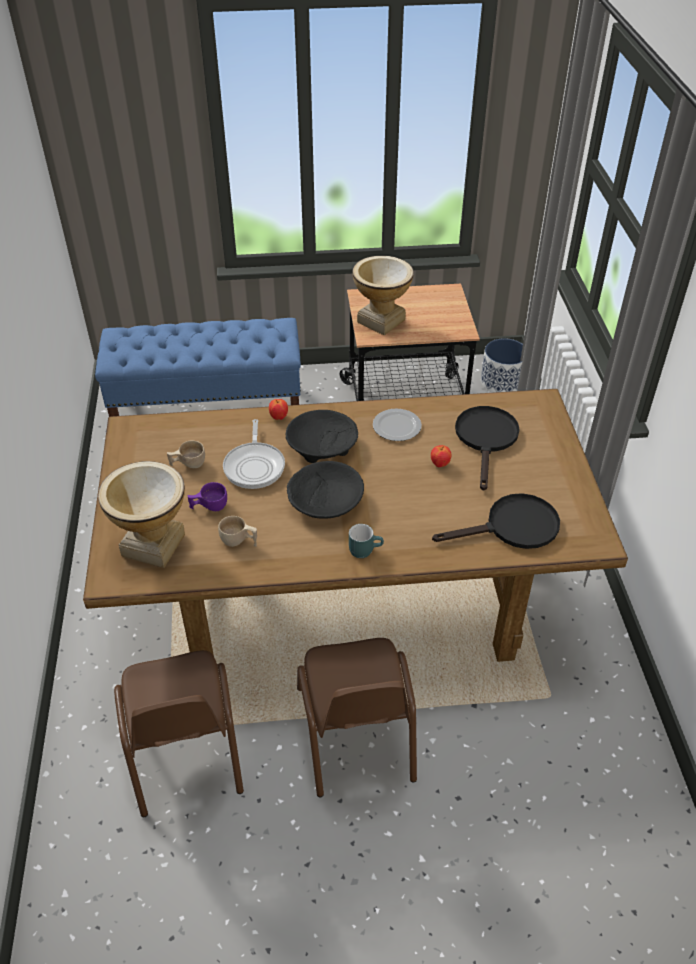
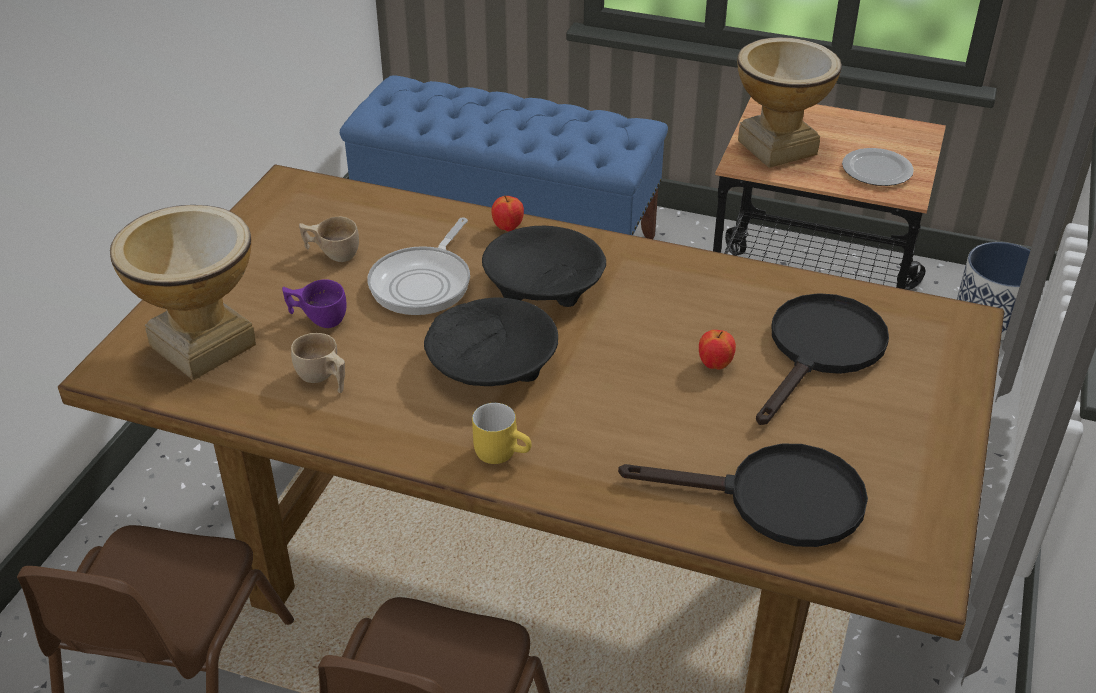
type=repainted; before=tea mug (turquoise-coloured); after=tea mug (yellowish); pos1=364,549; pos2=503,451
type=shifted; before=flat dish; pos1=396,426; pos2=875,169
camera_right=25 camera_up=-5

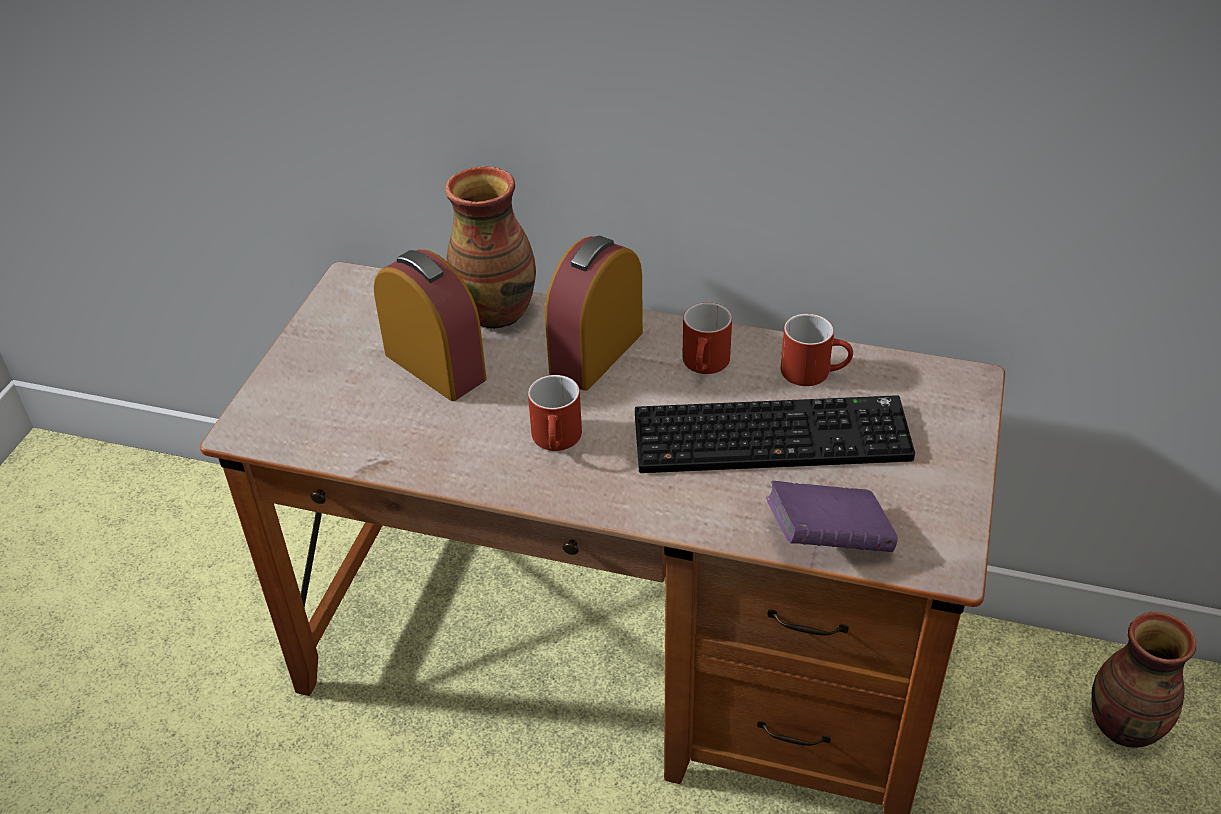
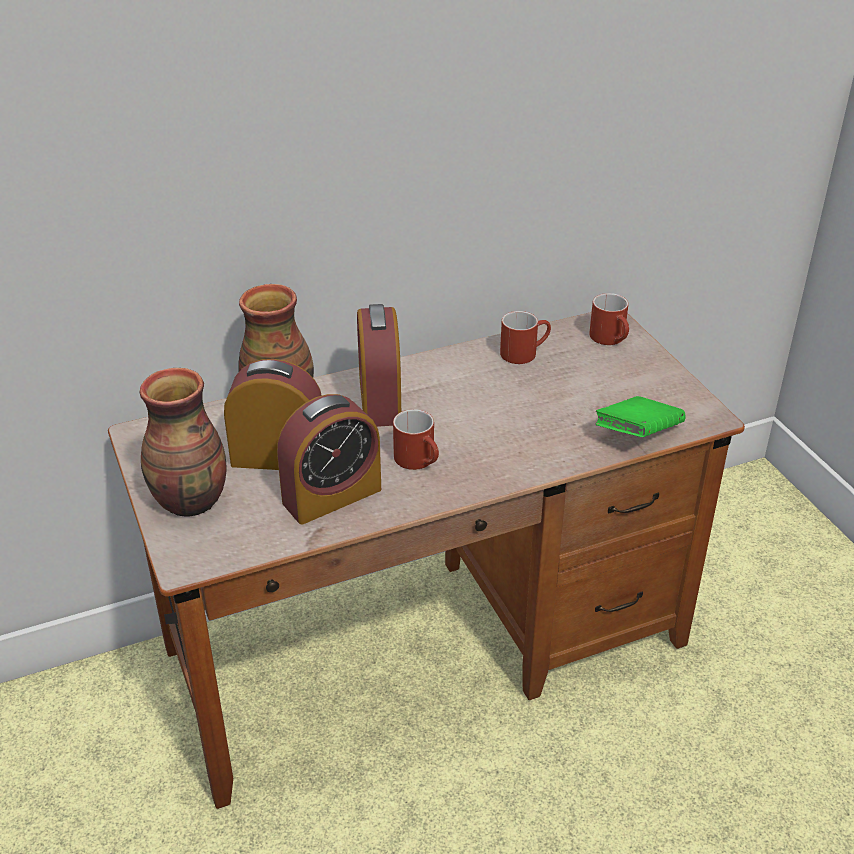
type=gone; before=computer keyboard; pos1=773,435
type=shifted; before=tea mug (reddish); pos1=706,365; pos2=611,339
type=repainted; before=book (purple-coloured); after=book (greenish); pos1=828,538; pos2=637,434
type=shifted; before=decorative vase; pos1=1125,727; pos2=192,501
type=new; after=bedside clock; pos2=332,496
camera_right=-40 camera_up=-5

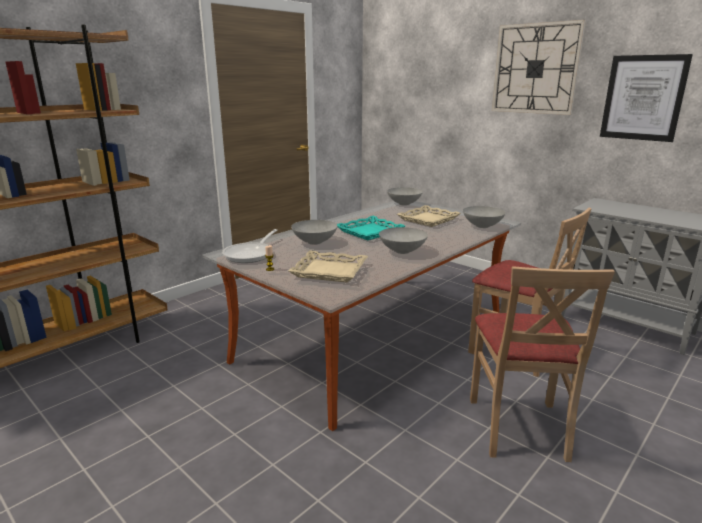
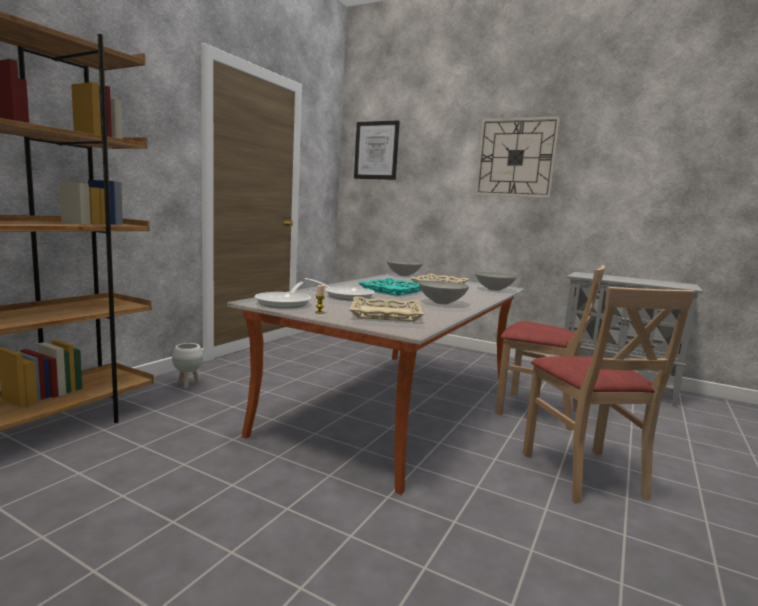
type=swapped; before=deep dish (greyish); after=frying pan; pos1=315,242; pos2=345,296
type=shifted; before=wall art; pos1=643,98; pos2=376,150
type=new; after=plant pot (white-coloured); pos2=188,384
camera_right=-15 camera_up=-10

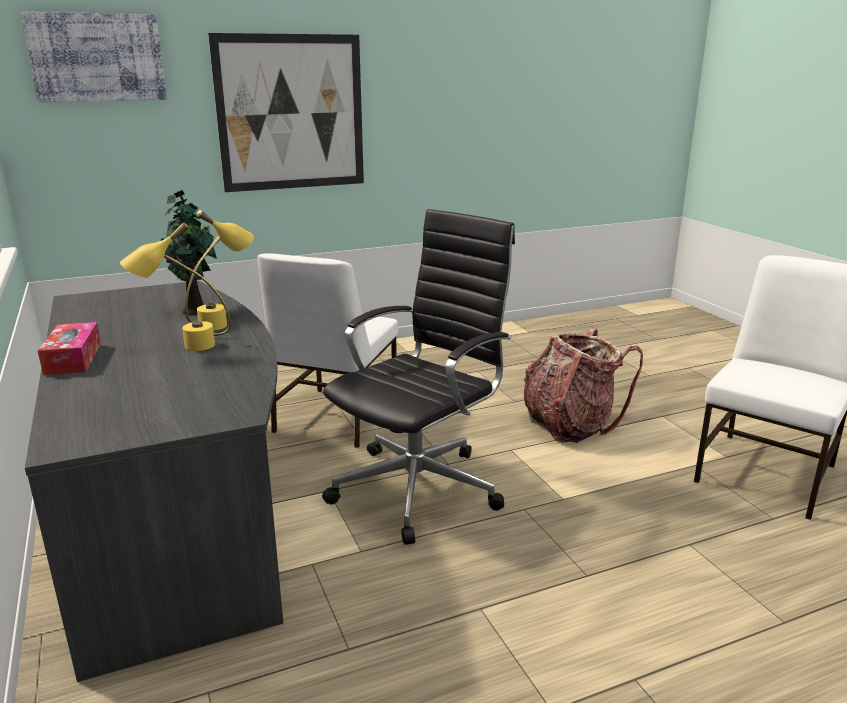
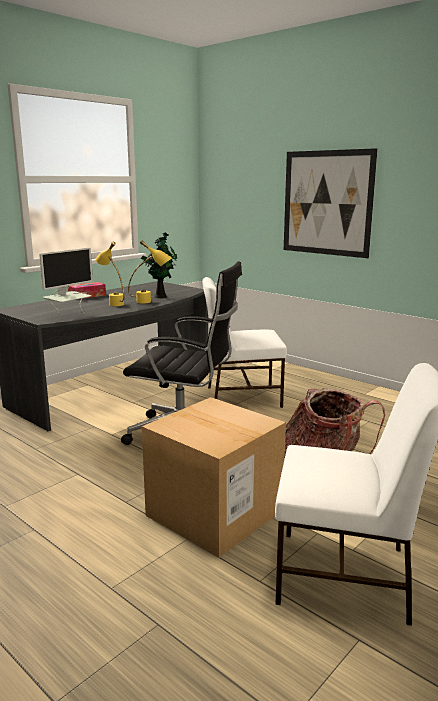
type=gone; before=wall art; pos1=97,57
type=new; after=computer screen; pos2=69,316
type=new; after=carton; pos2=214,513
camera_right=65 camera_up=-5

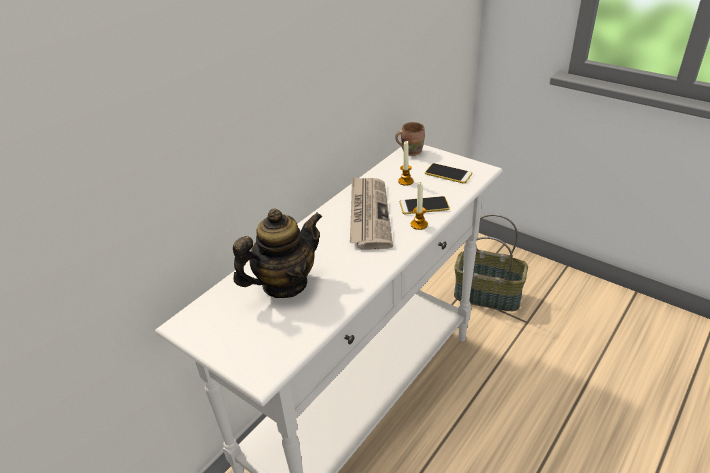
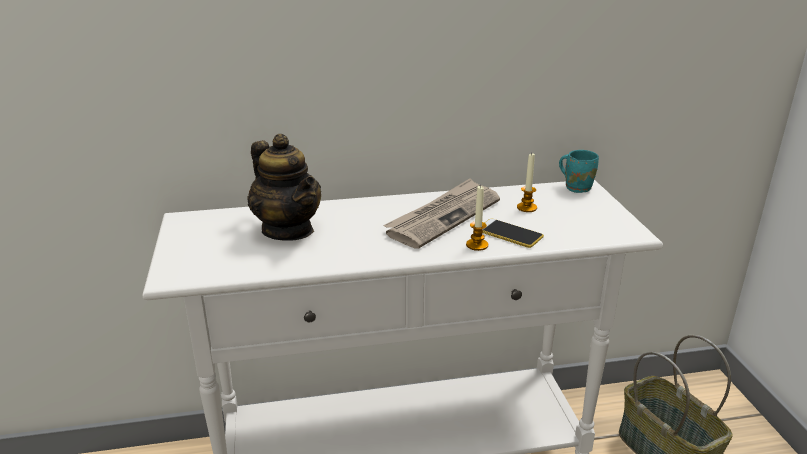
type=rotated; before=pot for tea; pos1=284,284; pos2=288,230; turn=45
type=repainted; before=tea mug (brownish); after=tea mug (turquoise-coloured); pos1=410,151; pos2=577,187
type=gone; before=handset; pos1=448,174
camera_right=40 camera_up=-10

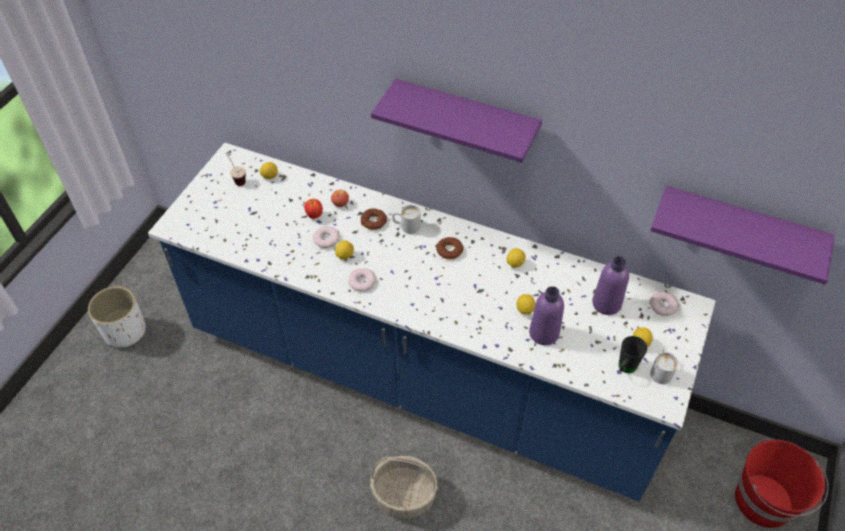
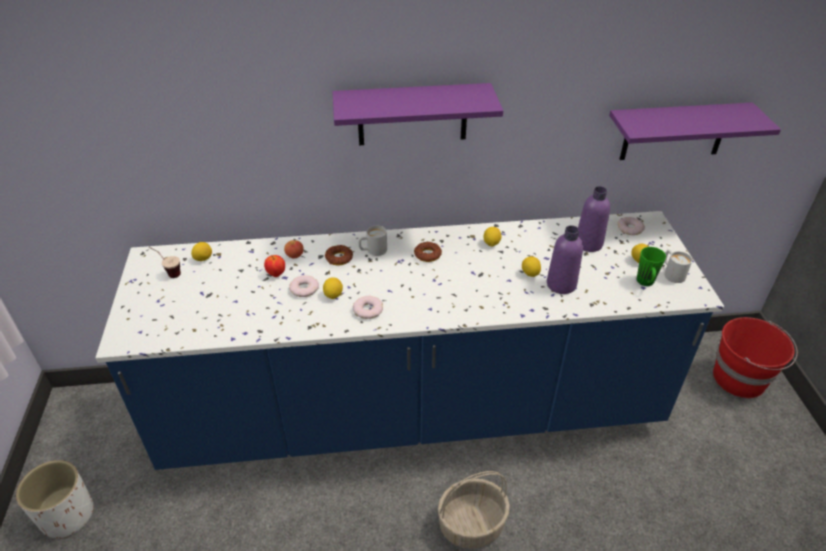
type=repainted; before=tea mug (black-coloured); after=tea mug (greenish); pos1=624,369; pos2=645,284
camera_right=-30 camera_up=-10

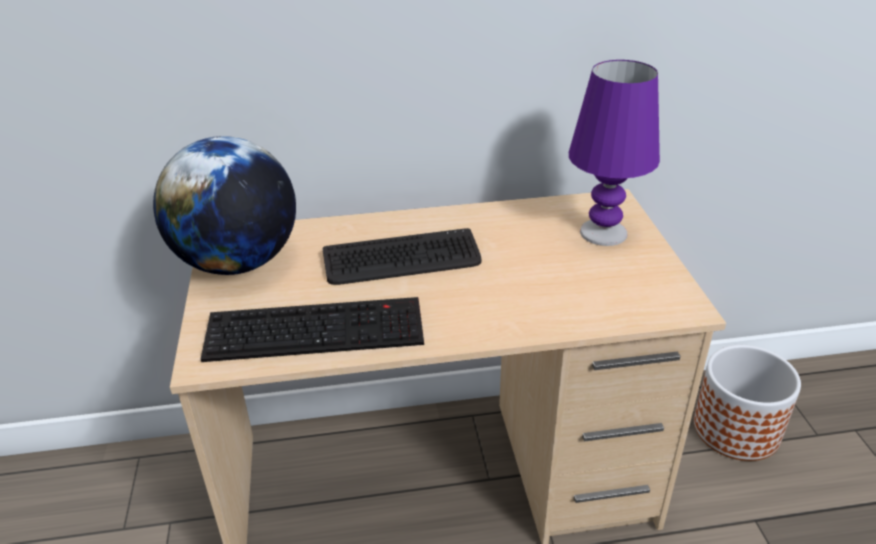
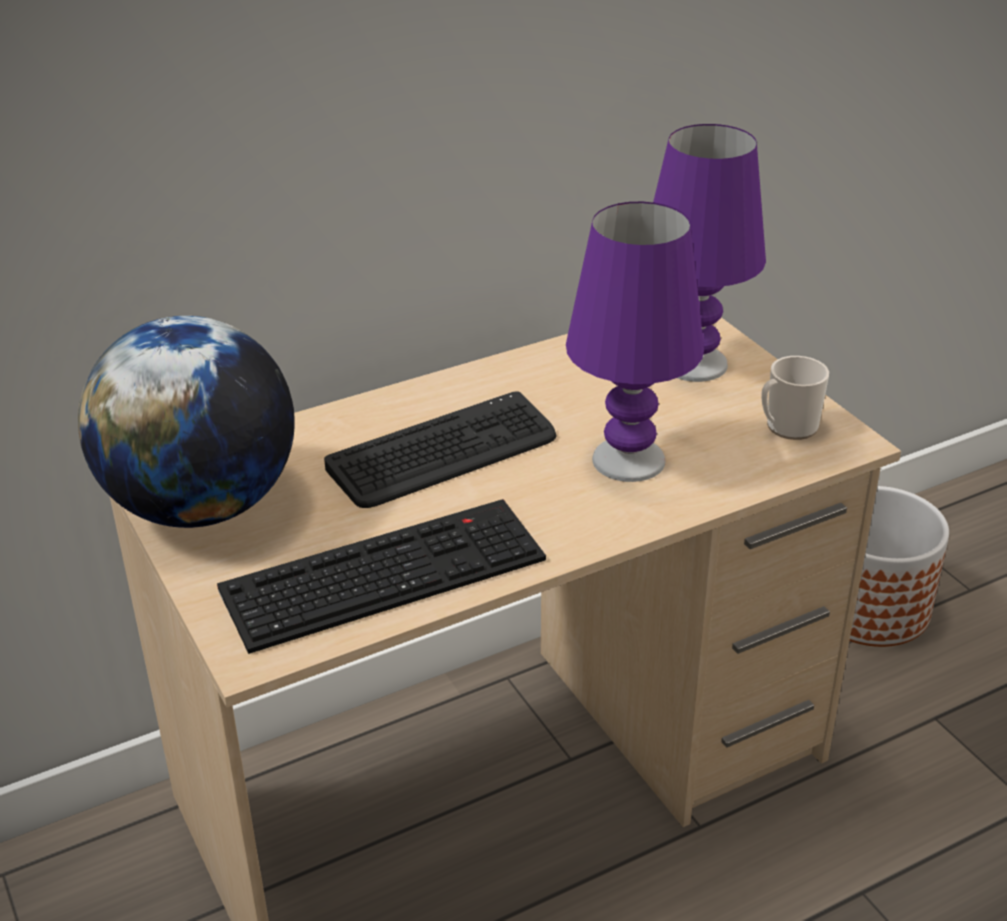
type=new; after=lamp for a table (purple-coloured); pos2=629,460
type=new; after=tea mug; pos2=787,427
camera_right=-20 camera_up=0

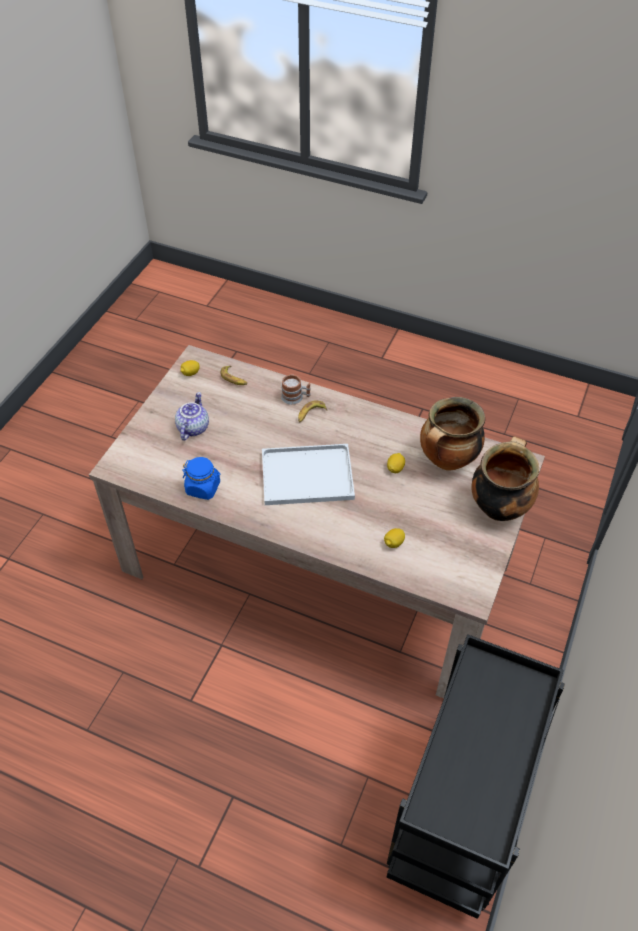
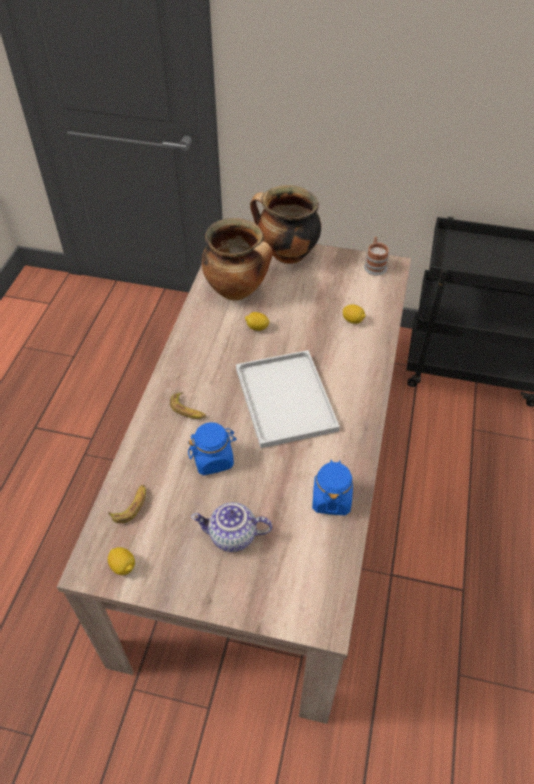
type=shifted; before=tea mug; pos1=296,397; pos2=374,265
type=new; after=preserve jar (bluish); pos2=213,459
camera_right=-100 camera_up=0

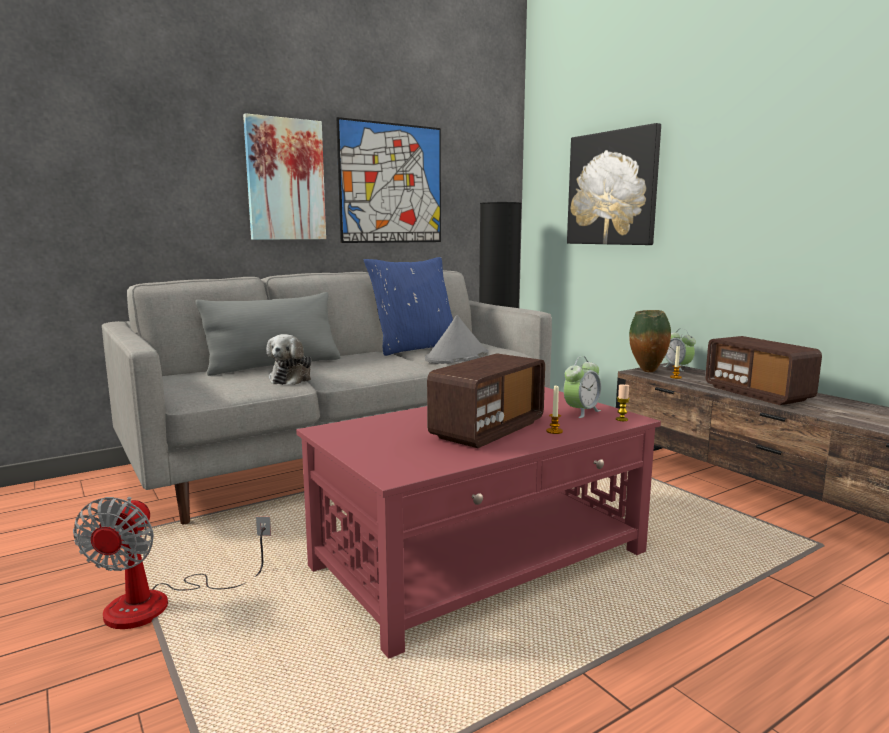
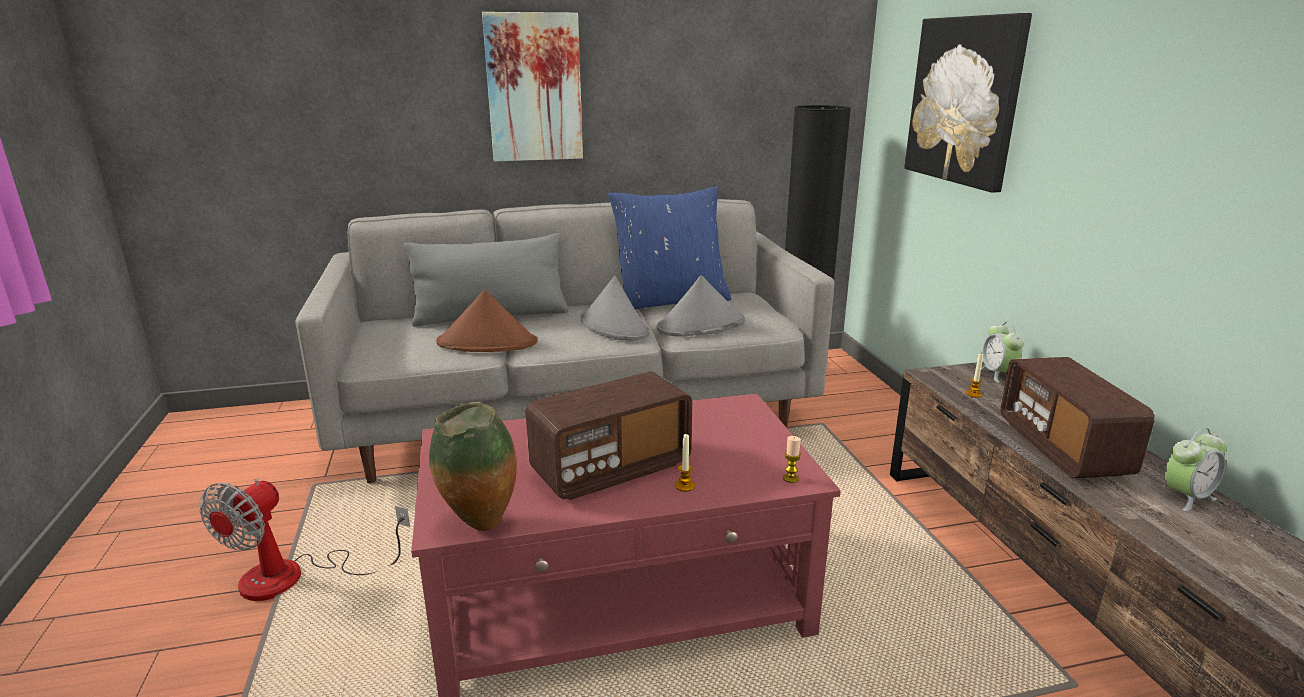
type=swapped; before=cuddly toy; after=hat (brownish); pos1=292,379; pos2=488,343
type=gone; before=wall art; pos1=391,184
type=shifted; before=bedside clock; pos1=581,412; pos2=1186,497
type=shifted; before=decorative vase; pos1=647,372; pos2=480,527
type=new; after=hat (greyish); pos2=614,326
camera_right=20 camera_up=10

